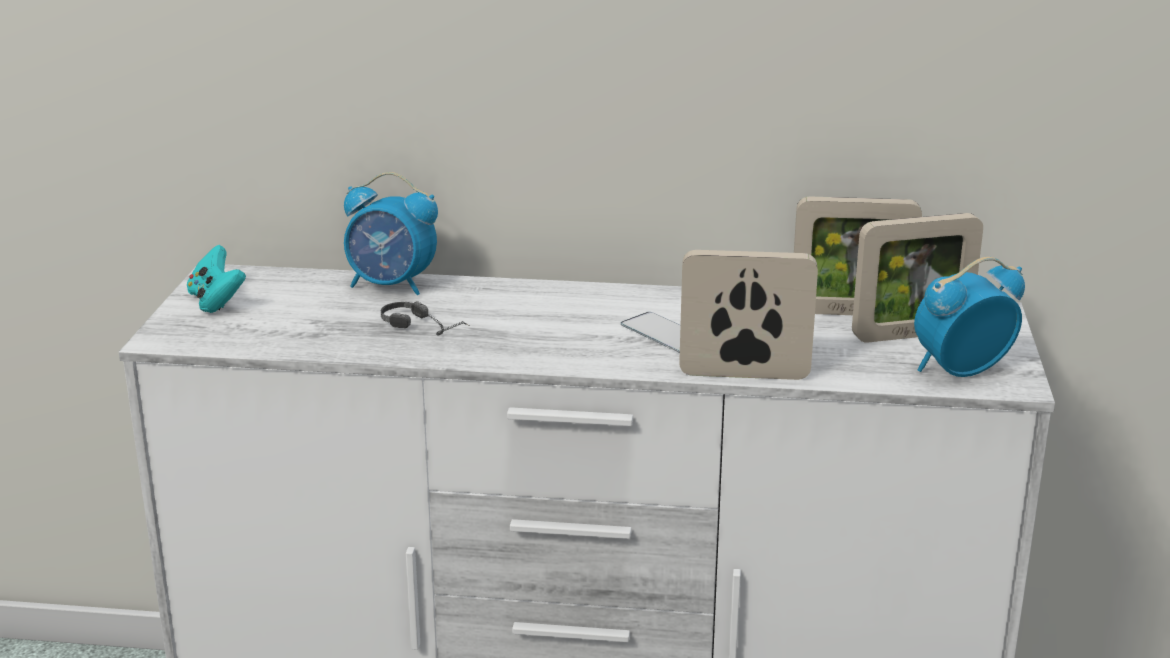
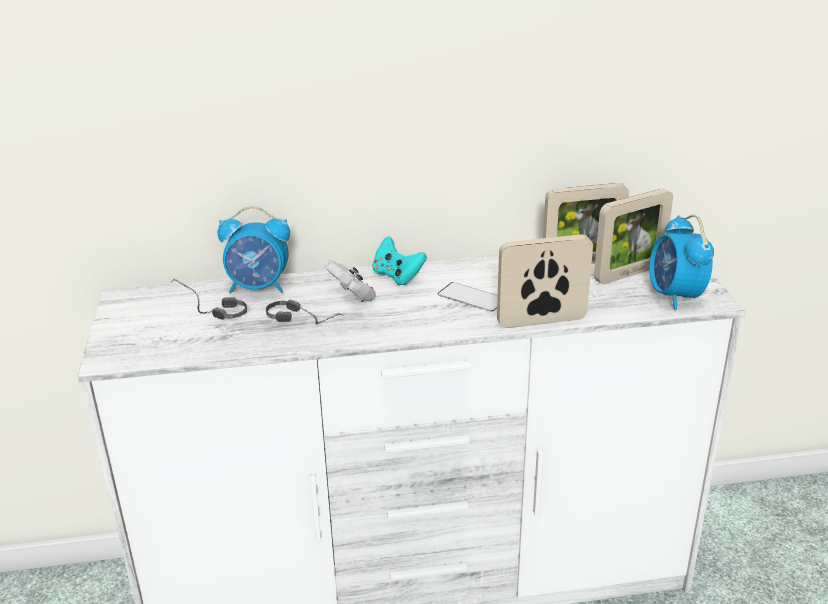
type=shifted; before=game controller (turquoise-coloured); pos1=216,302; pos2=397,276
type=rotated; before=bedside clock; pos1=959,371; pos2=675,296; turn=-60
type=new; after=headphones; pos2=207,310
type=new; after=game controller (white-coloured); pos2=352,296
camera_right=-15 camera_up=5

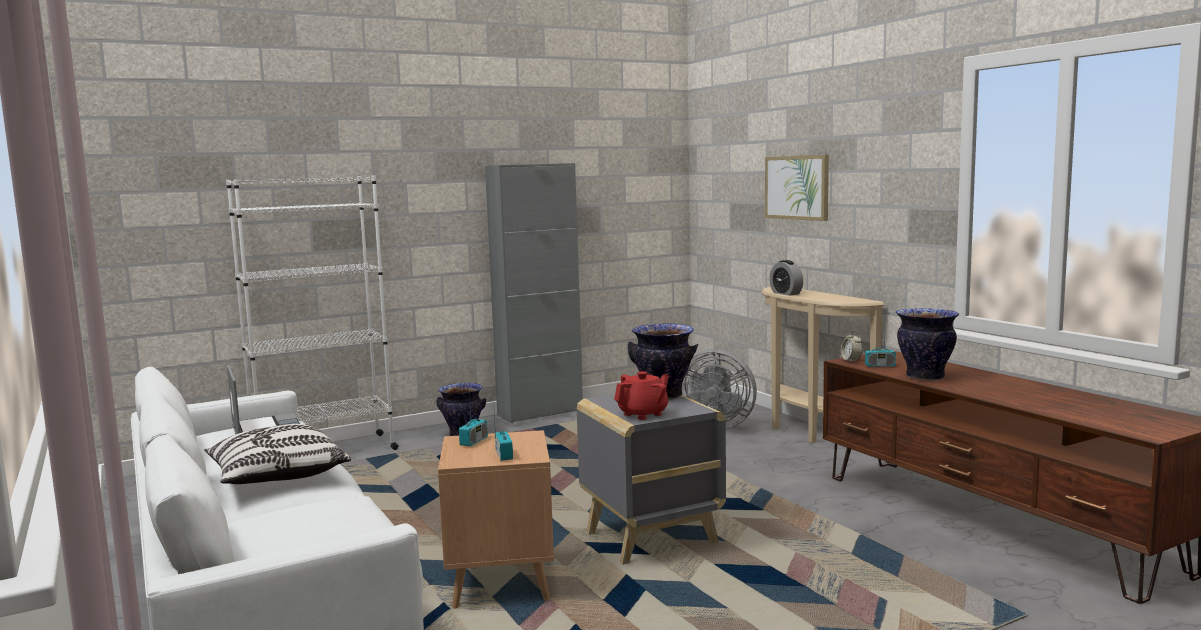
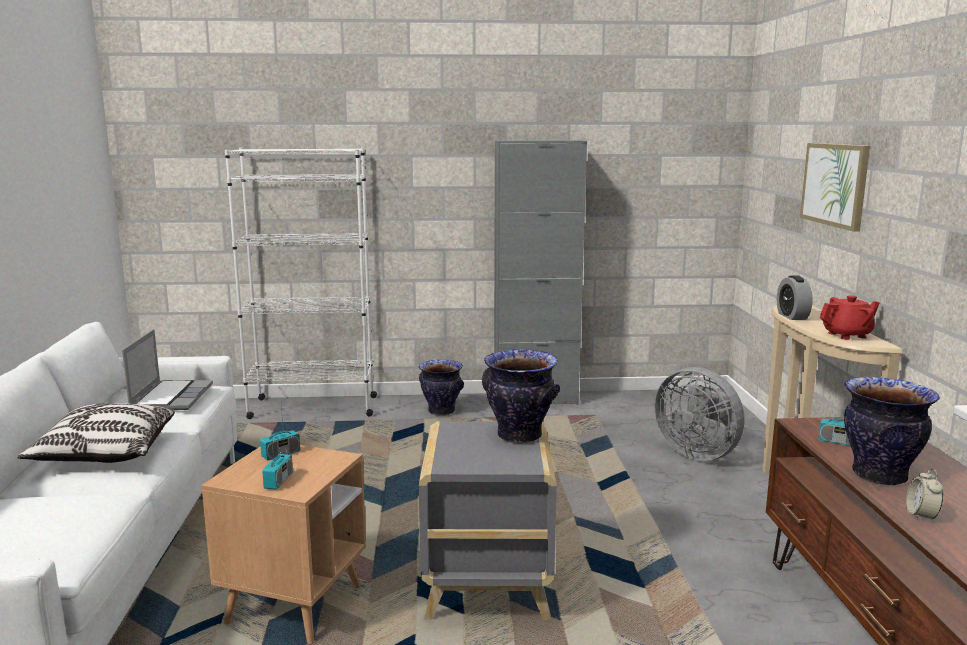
type=shifted; before=pot for tea (reddish); pos1=643,414; pos2=847,335
type=shifted; before=bedside clock; pos1=851,361; pos2=921,516
camera_right=25 camera_up=5

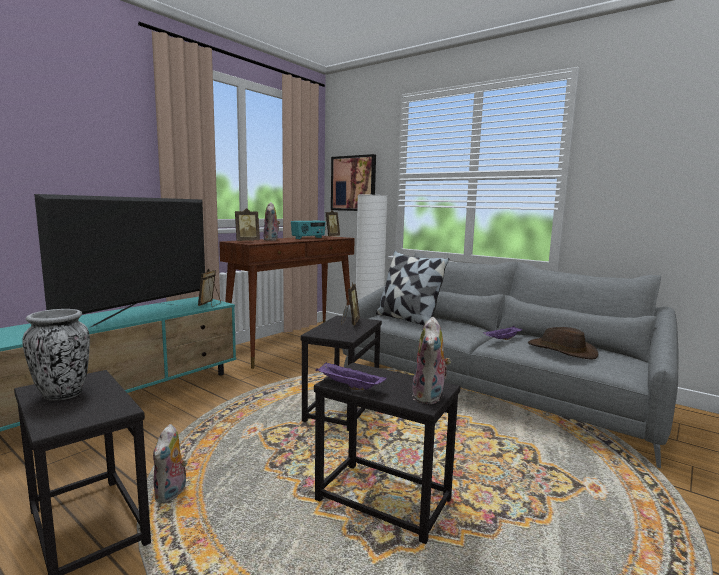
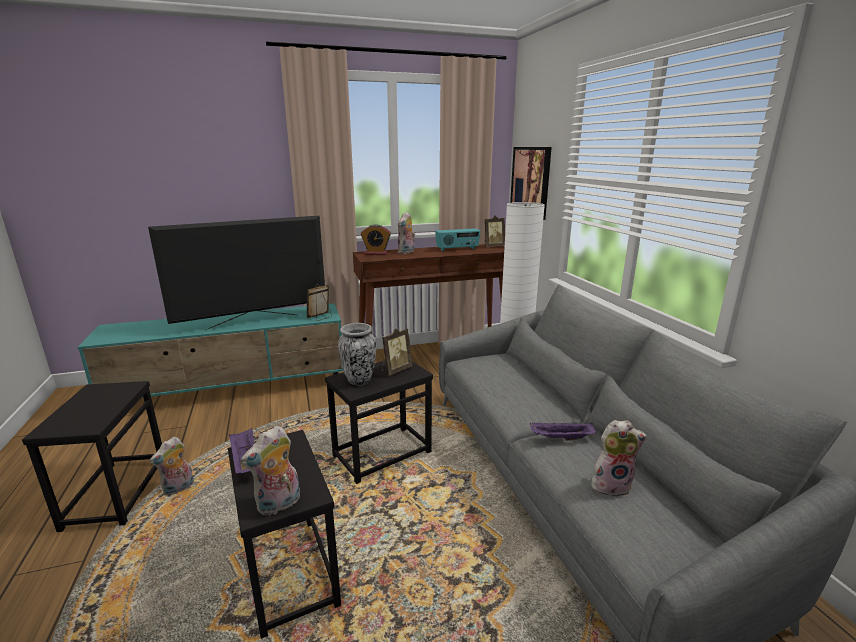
type=shifted; before=decorative vase; pos1=63,394; pos2=359,380
type=swapped; before=picture frame; after=bedside clock; pos1=247,241; pos2=376,253
type=gone; before=cushion; pos1=407,319
type=swapped; before=hat (brownish); after=cuddly toy; pos1=561,351; pos2=611,485
camera_right=35 camera_up=10

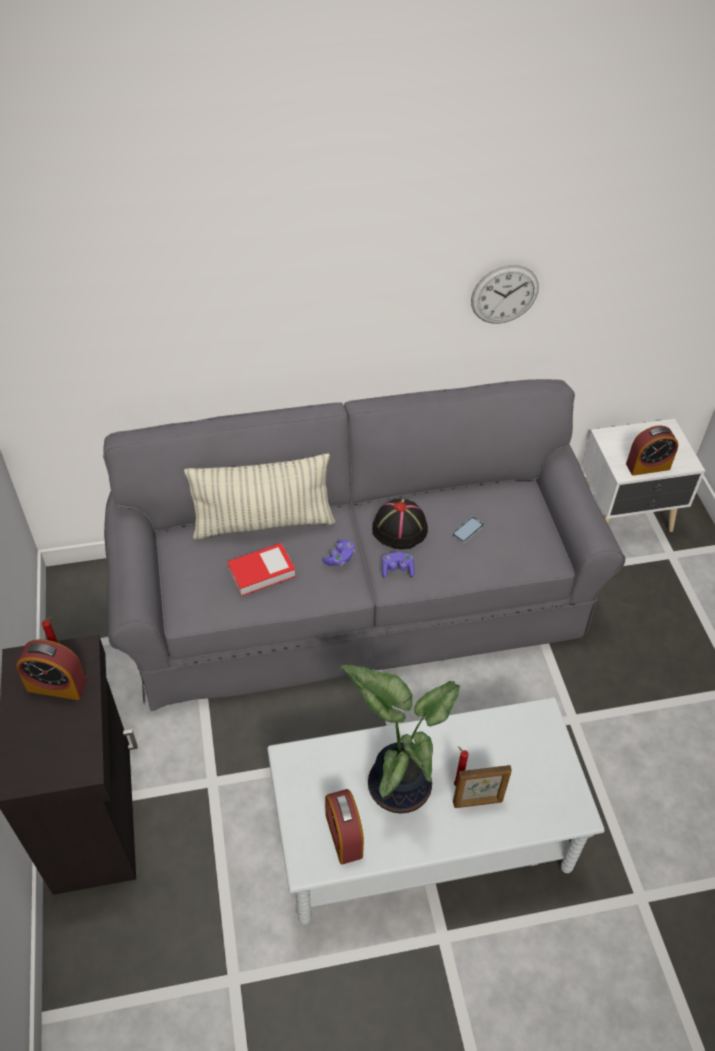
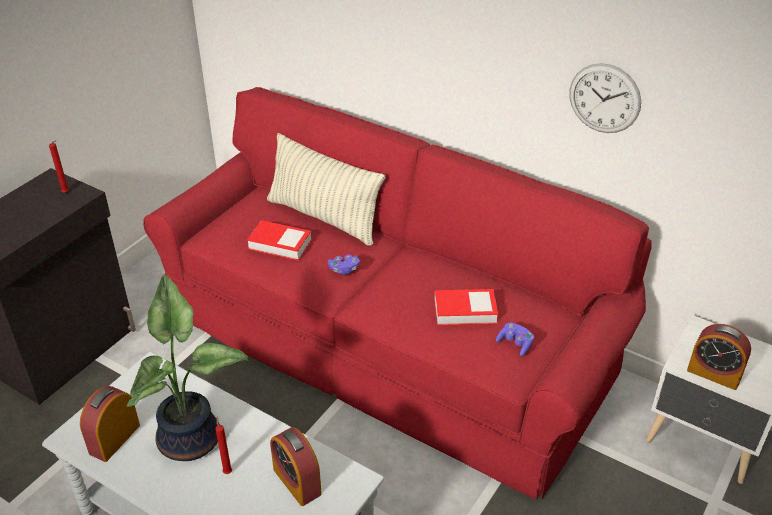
type=shifted; before=bedside clock; pos1=57,685; pos2=297,481
type=repainted; before=settee (greyish); after=settee (reddish); pos1=356,598; pos2=386,344
type=gone; before=hat (black-coloured); pos1=400,528
type=shifted; before=game controller (purple-coloured); pos1=397,570; pos2=515,344
type=swapped; before=handset; after=book; pos1=467,530; pos2=465,311
type=gone; before=picture frame; pos1=478,802
camera_right=45 camera_up=-10

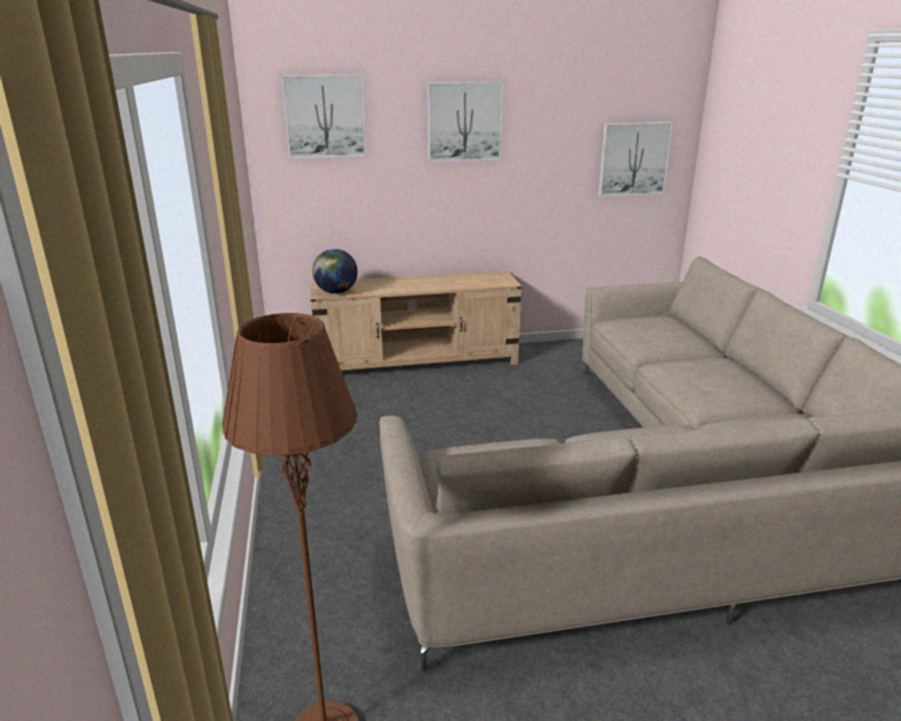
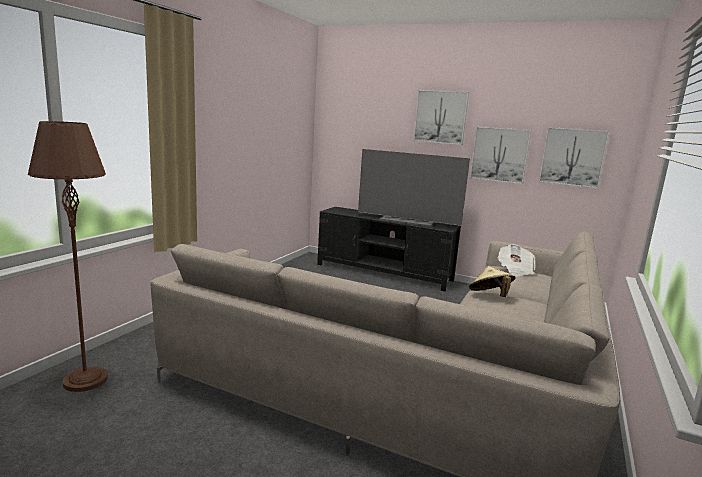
type=shifted; before=wall art; pos1=325,116; pos2=499,155
type=repainted; before=tv stand (beige); after=tv stand (black-coloured); pos1=417,362; pos2=384,272
type=gone; before=globe; pos1=336,292
type=new; after=television; pos2=408,221
type=new; after=hat (beige); pos2=490,296
type=new; after=newspaper; pos2=515,270
camera_right=35 camera_up=-10

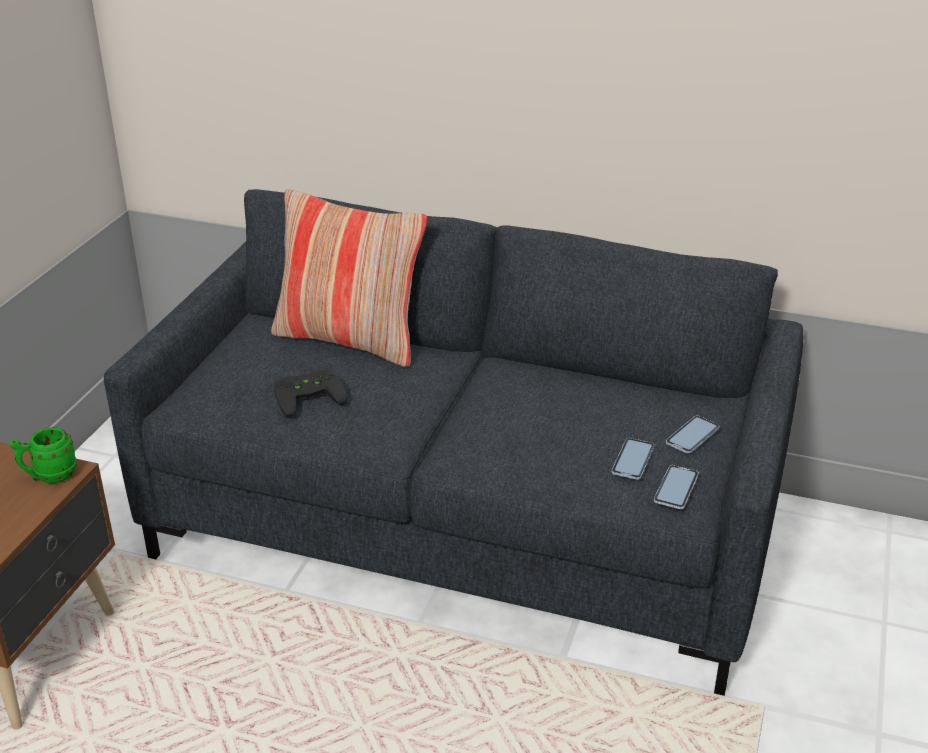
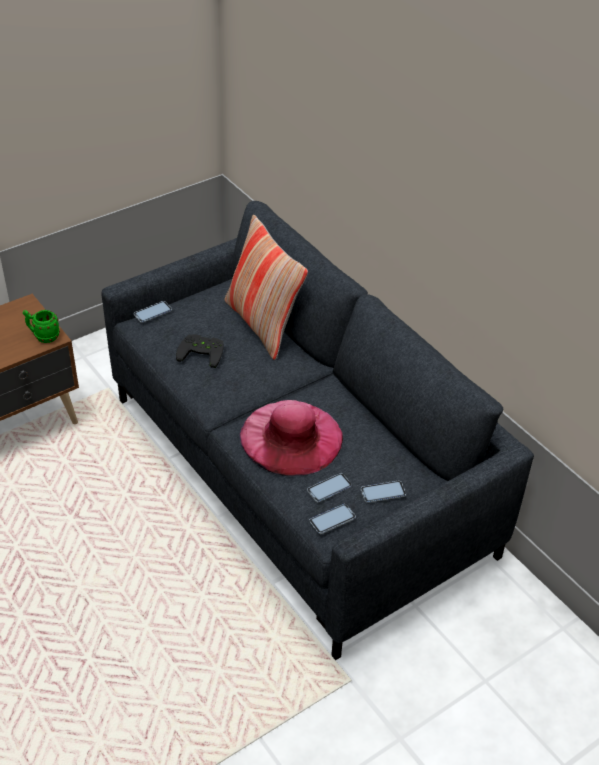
type=new; after=handset; pos2=153,312
type=new; after=hat (pink-coloured); pos2=291,437
camera_right=35 camera_up=10

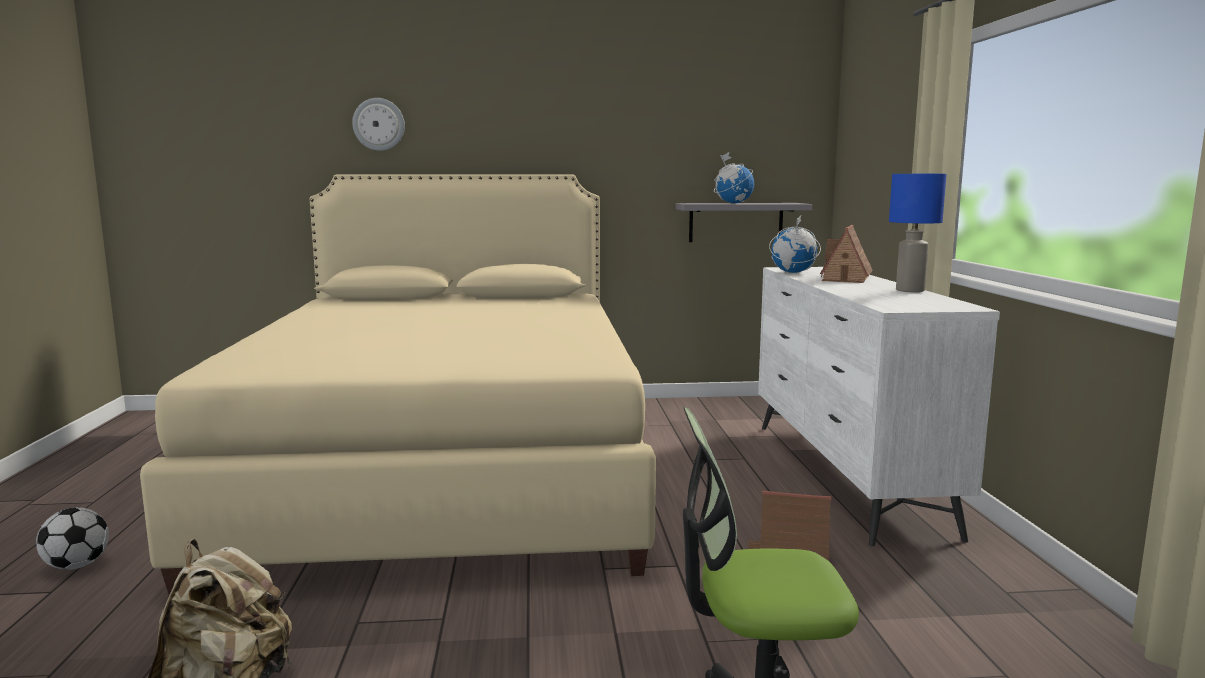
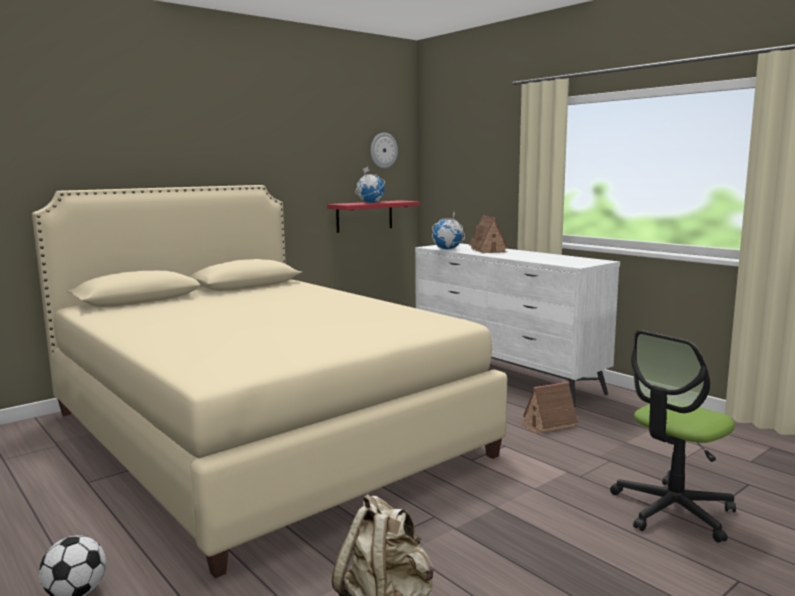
type=shifted; before=clock on the wall; pos1=379,124; pos2=383,150
type=repainted; before=shelf (greyish); after=shelf (reddish); pos1=736,222; pos2=364,216
type=gone; before=lamp for a table (bluish); pos1=909,290
camera_right=-35 camera_up=0

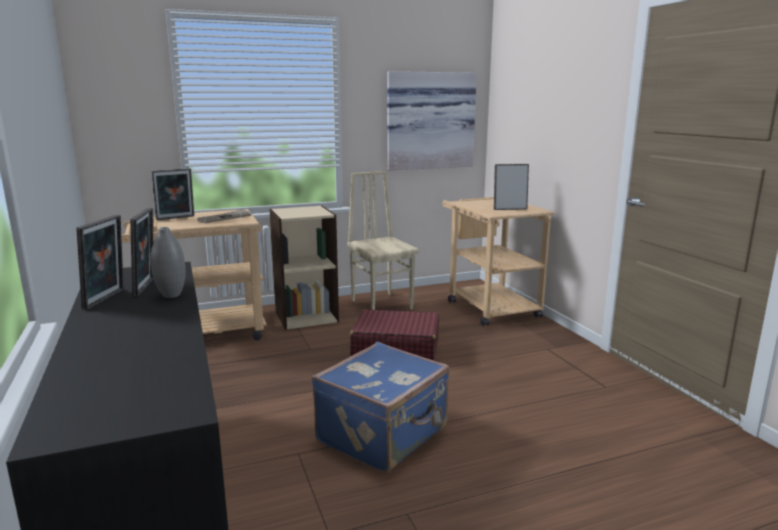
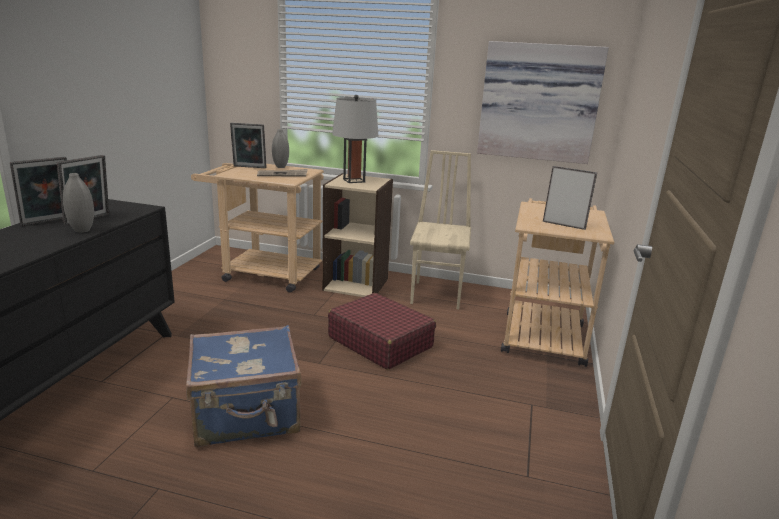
type=new; after=decorative vase (greyish); pos2=280,167
type=new; after=lamp for a table (greyish); pos2=354,180
camera_right=35 camera_up=5

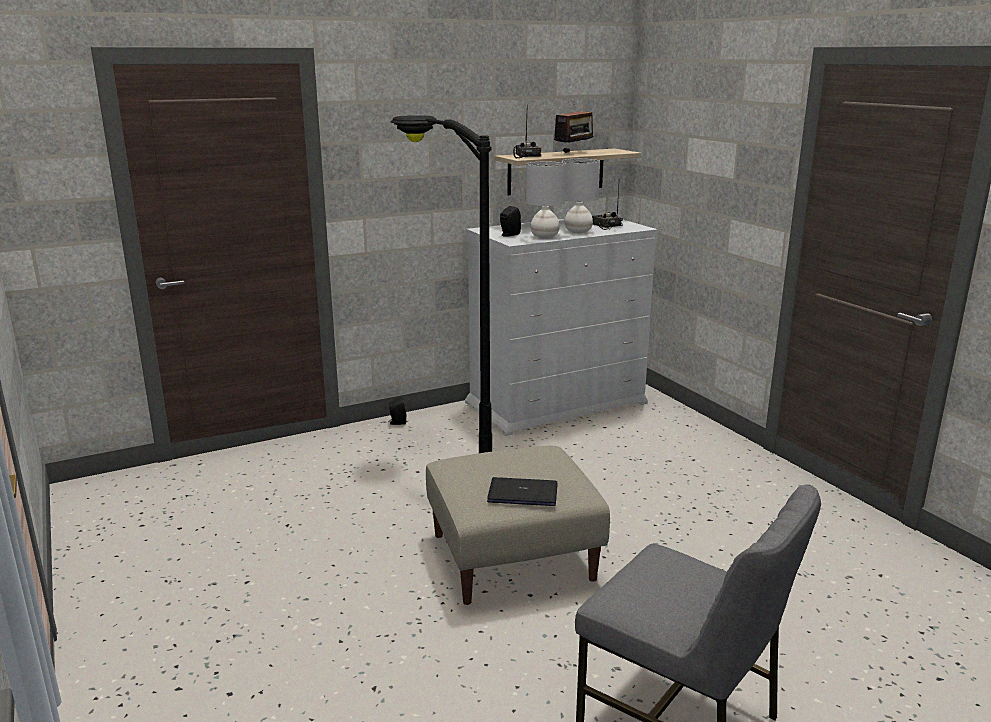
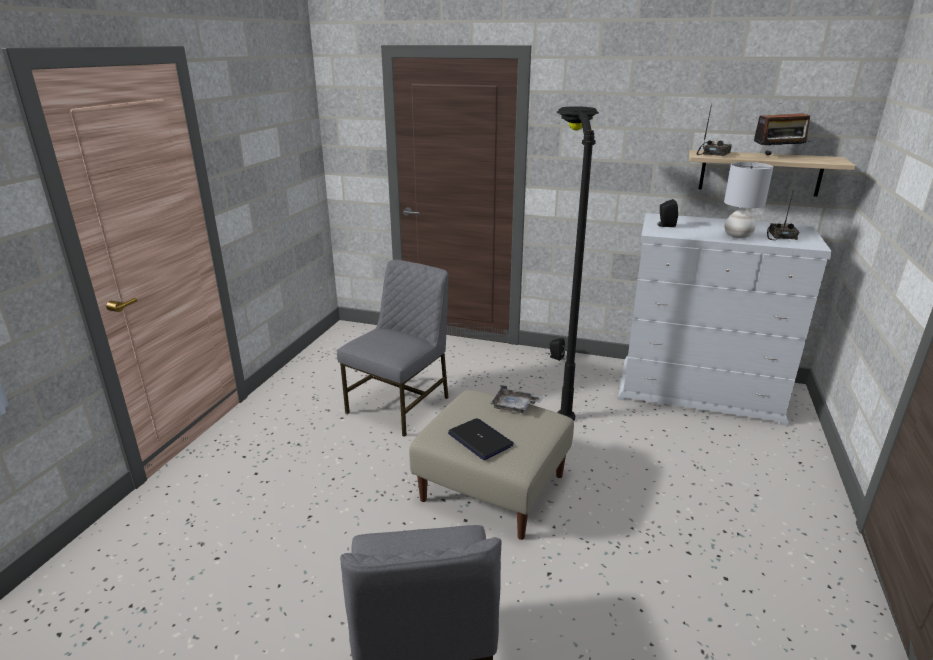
type=gone; before=lamp for a table (greyish); pos1=544,236
type=new; after=chair (greyish); pos2=401,405
type=new; after=serving tray (greyish); pos2=514,406
camera_right=45 camera_up=5

